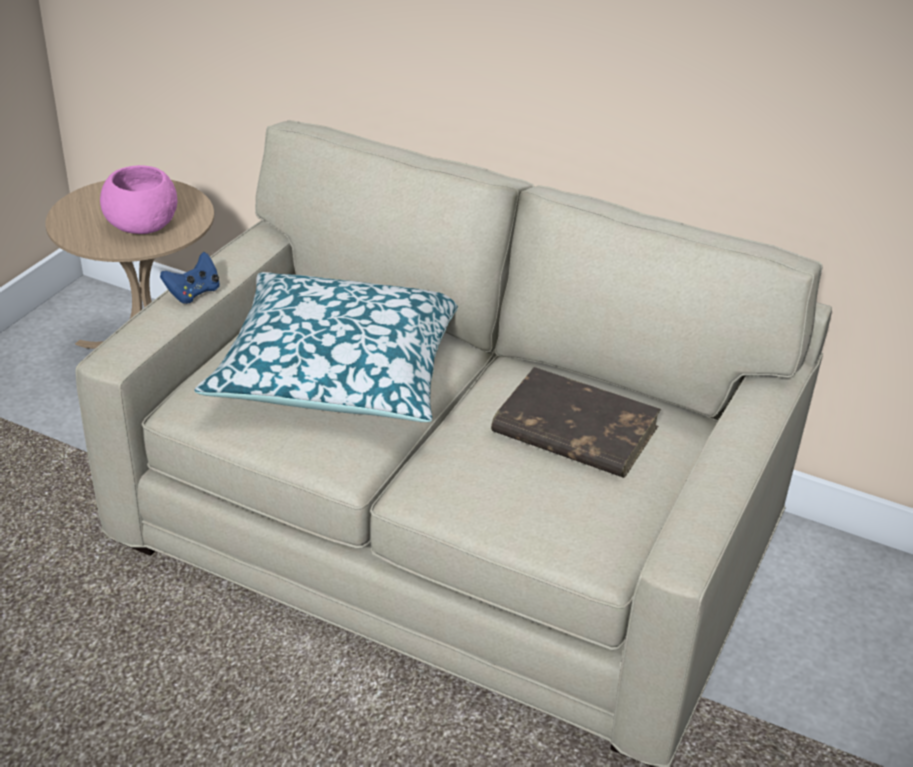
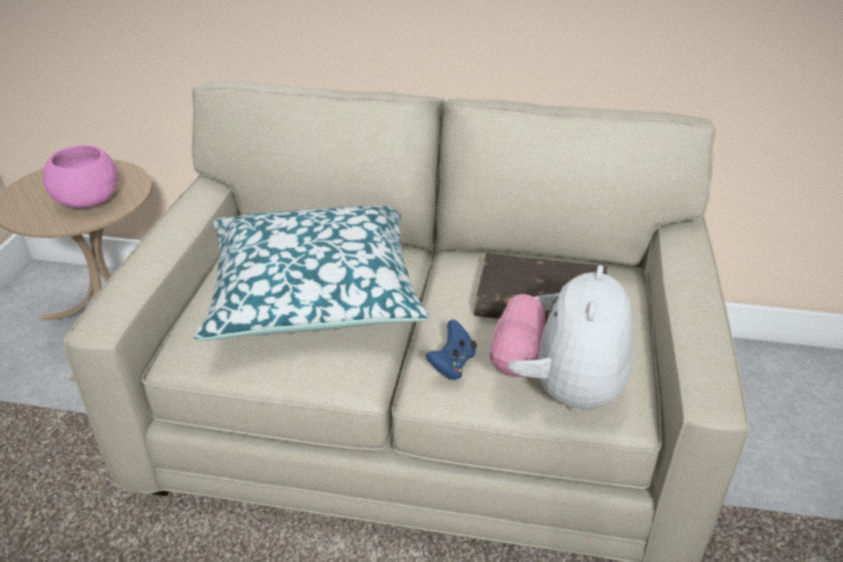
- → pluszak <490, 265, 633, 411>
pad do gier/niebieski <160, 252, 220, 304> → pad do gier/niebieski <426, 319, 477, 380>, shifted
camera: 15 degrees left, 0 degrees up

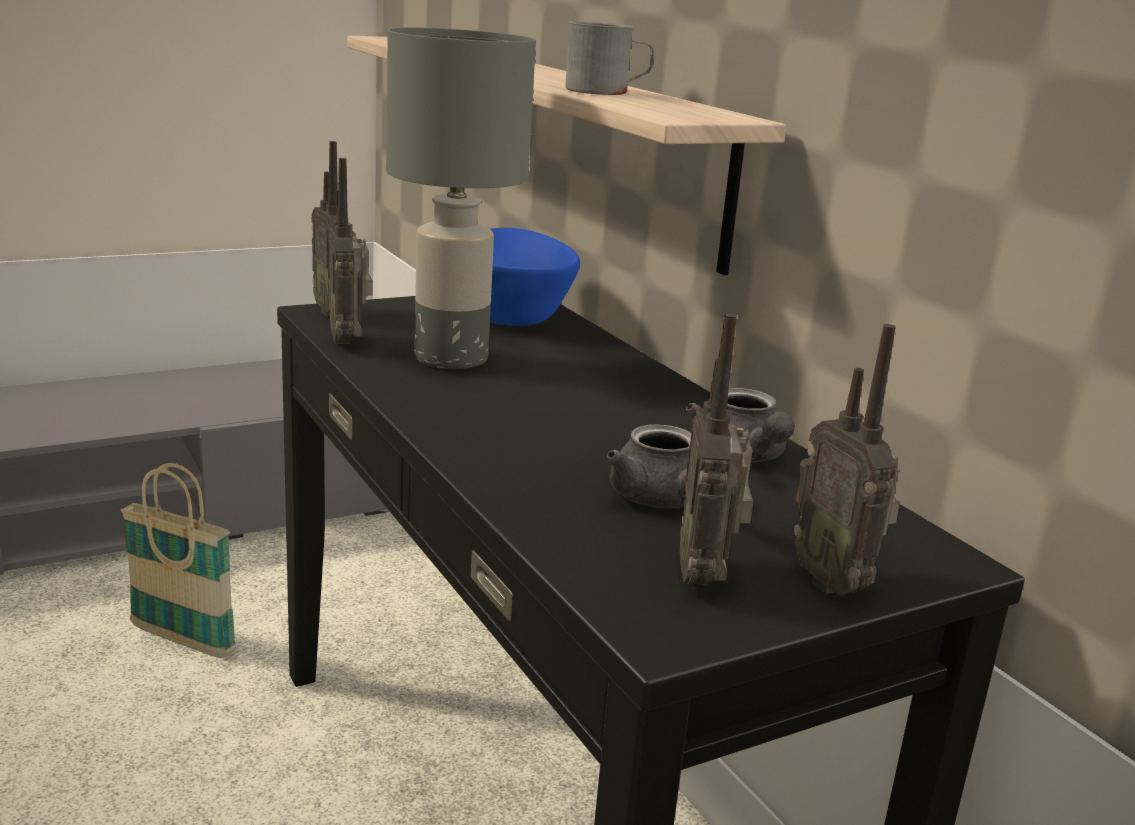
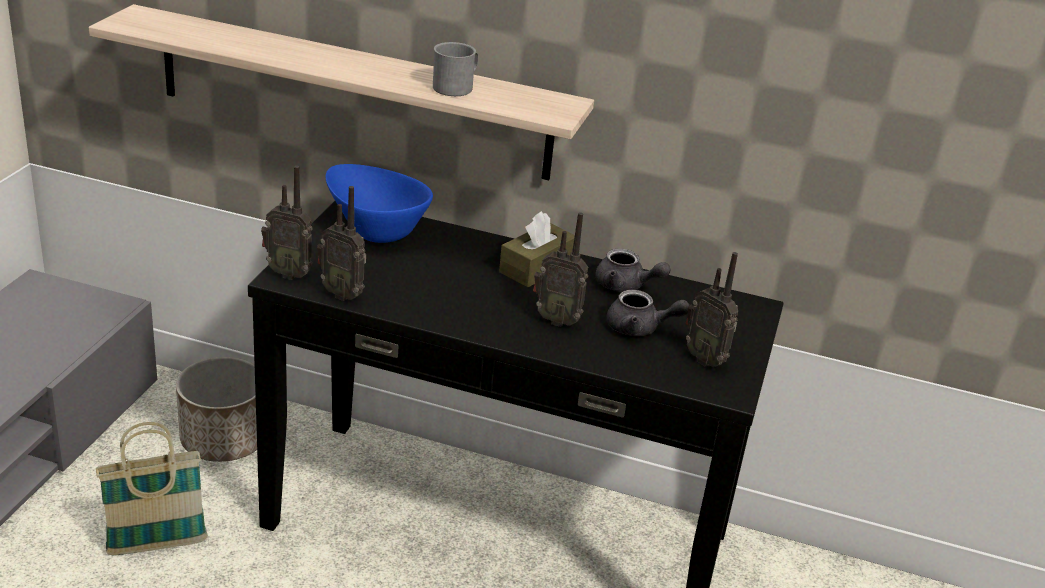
lampa stołowa/szary <386, 27, 536, 369> → -
- → donica <176, 357, 257, 462>
- → pudełko chusteczek/brązowy <499, 211, 575, 287>
radio <794, 324, 900, 596> → radio <533, 213, 588, 327>, shifted
camera: 45 degrees left, 10 degrees up

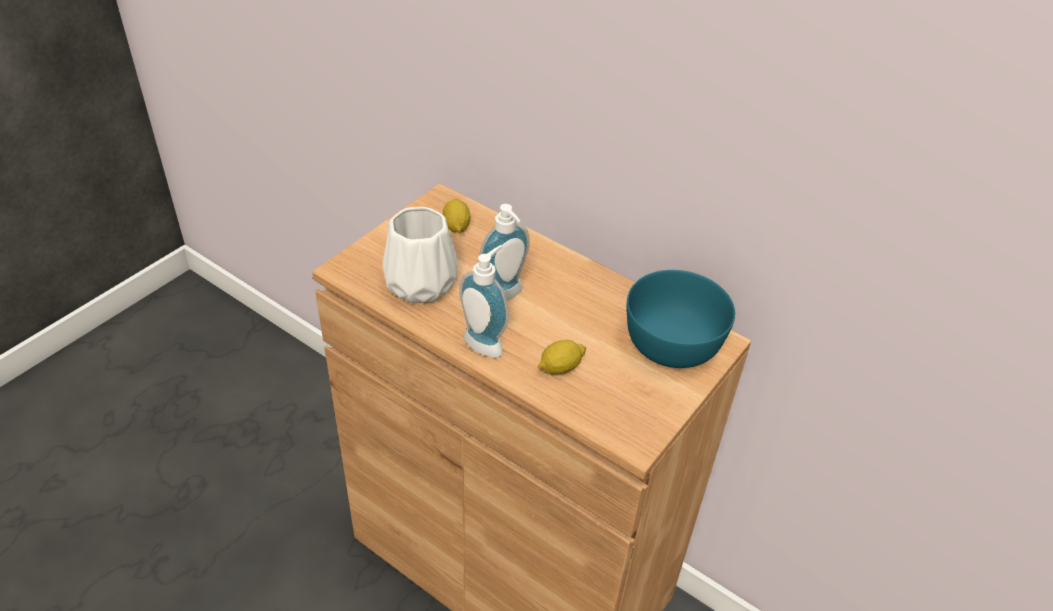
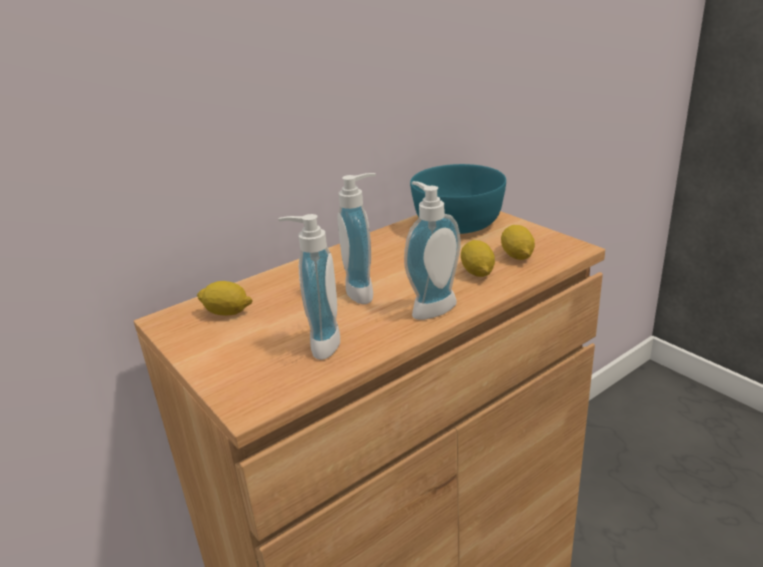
- → cytryna <501, 225, 535, 260>
wazon/biały <382, 207, 458, 303> → dozownik mydła <278, 214, 340, 360>
camera: 70 degrees left, 15 degrees down

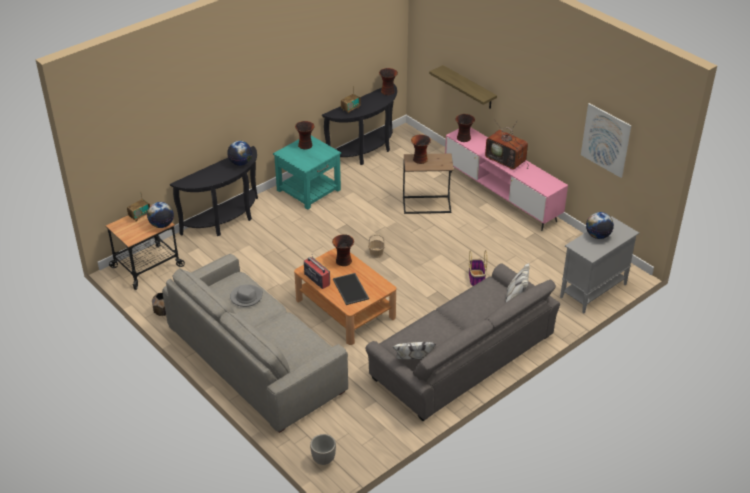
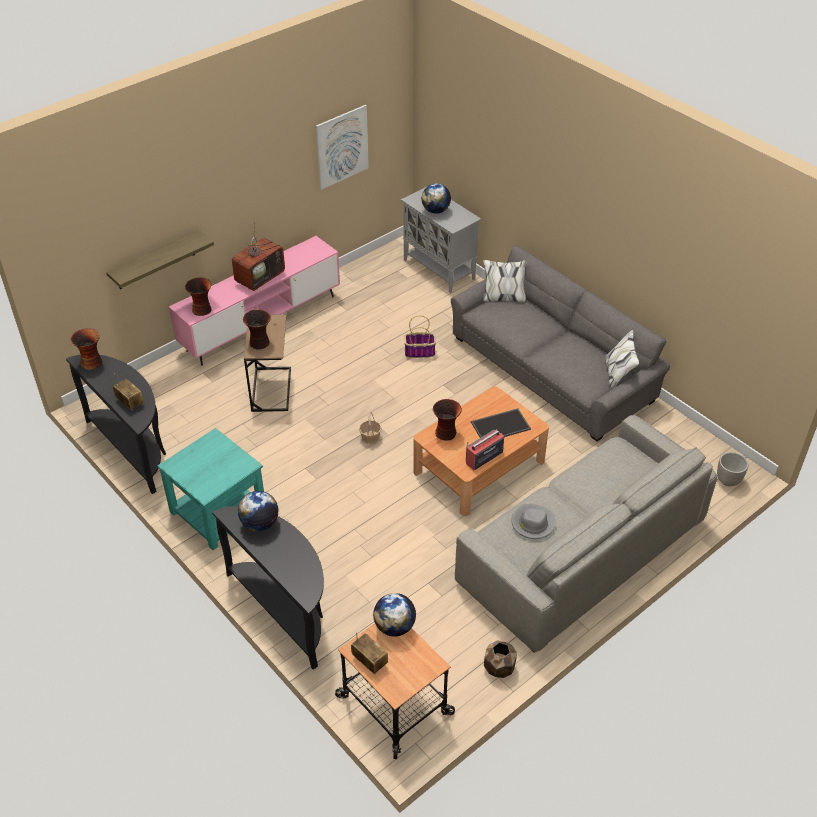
wazon <295, 121, 315, 149> → -
camera: 90 degrees left, 5 degrees up

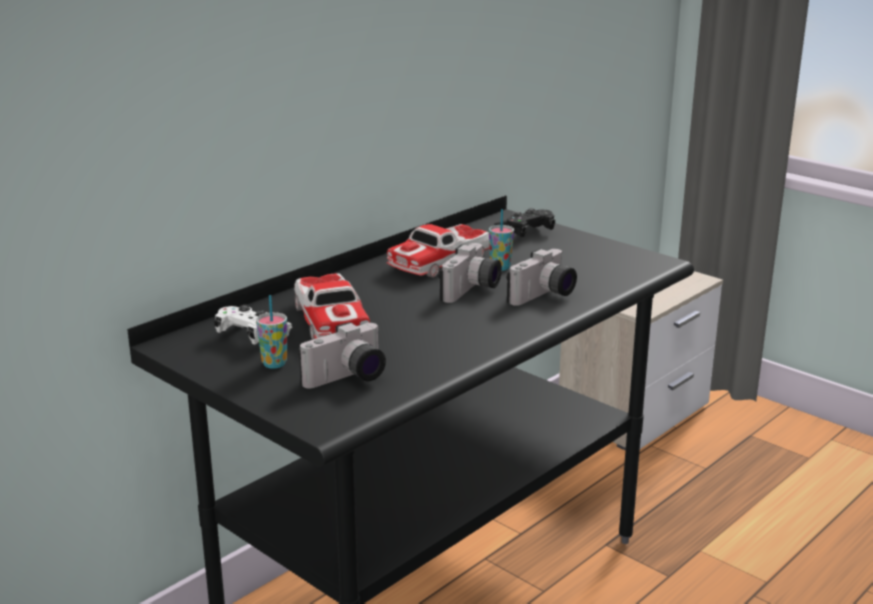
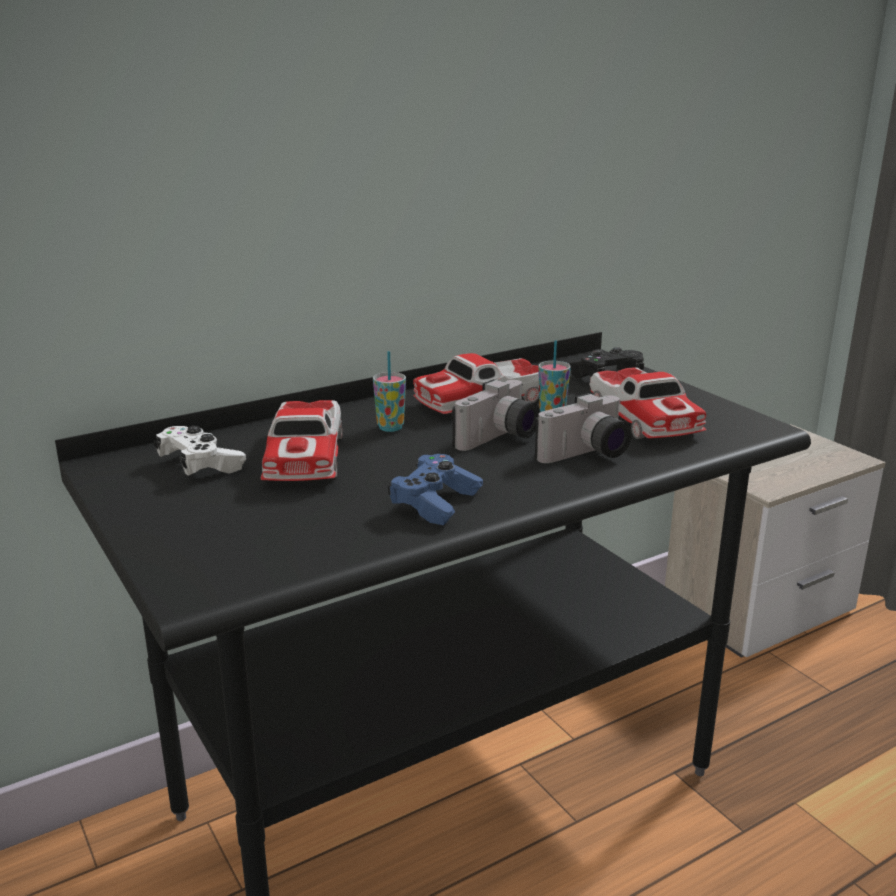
aparat fotograficzny <299, 322, 386, 389> → -
- → pad do gier/niebieski <388, 454, 483, 525>
- → samochodzik <589, 367, 707, 439>
filiżanka <256, 295, 287, 369> → filiżanka <373, 351, 406, 432>, shifted
camera: 15 degrees right, 0 degrees up

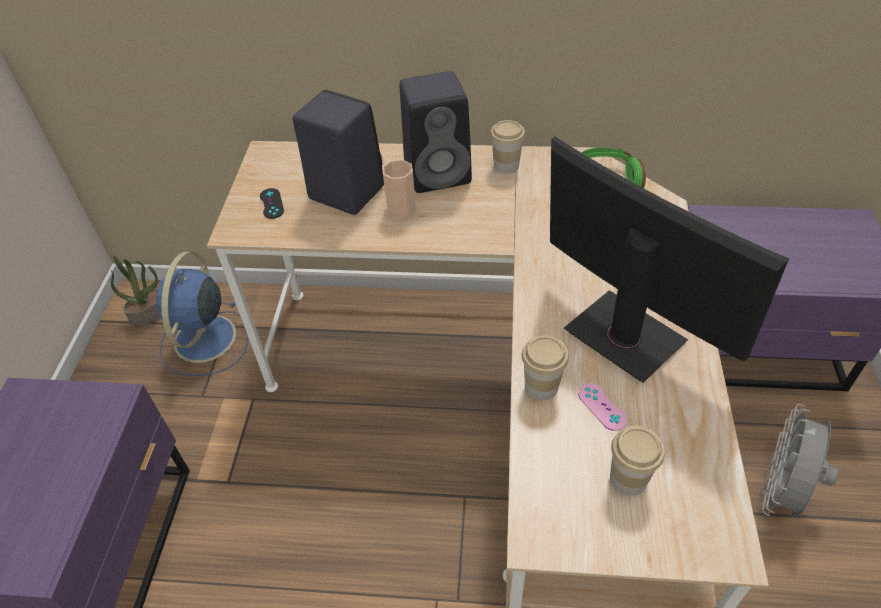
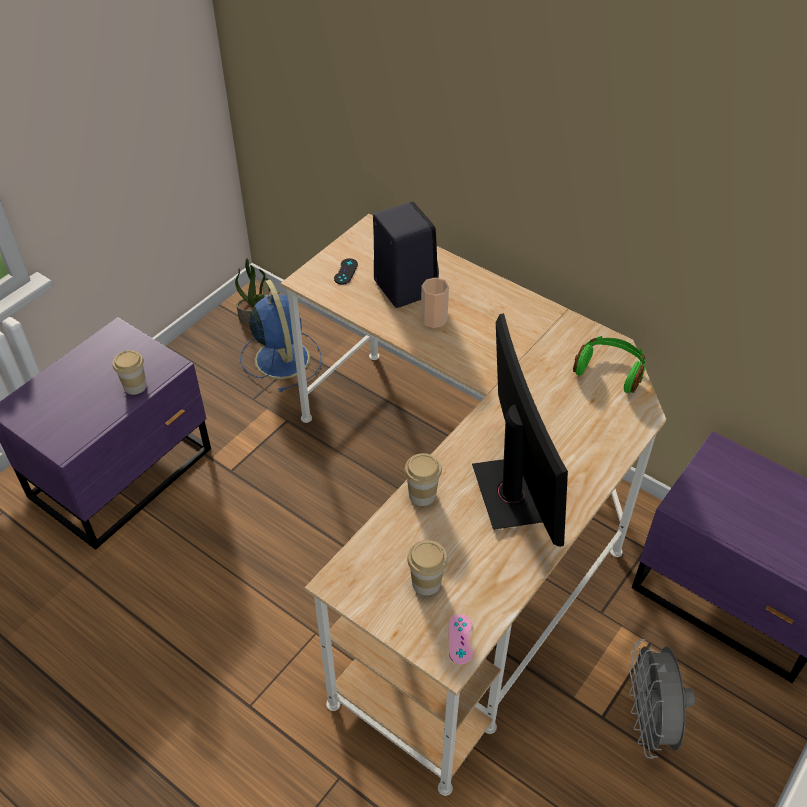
głośnik/czarny <400, 71, 472, 193> → -
filiżanka <490, 120, 525, 174> → filiżanka <113, 350, 147, 395>, shifted
pad do gier/różowy <578, 383, 628, 431> → pad do gier/różowy <449, 614, 473, 664>, shifted
wentylator/niebieski <156, 252, 248, 376> → wentylator/niebieski <240, 280, 321, 392>, 120 degrees clockwise
wentylator/szary <760, 404, 839, 518> → wentylator/szary <629, 639, 695, 758>, 60 degrees counterclockwise
camera: 30 degrees right, 0 degrees up

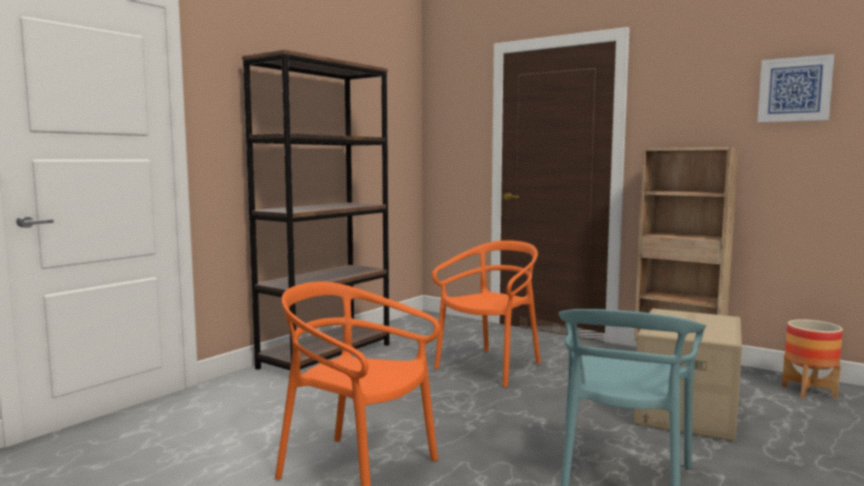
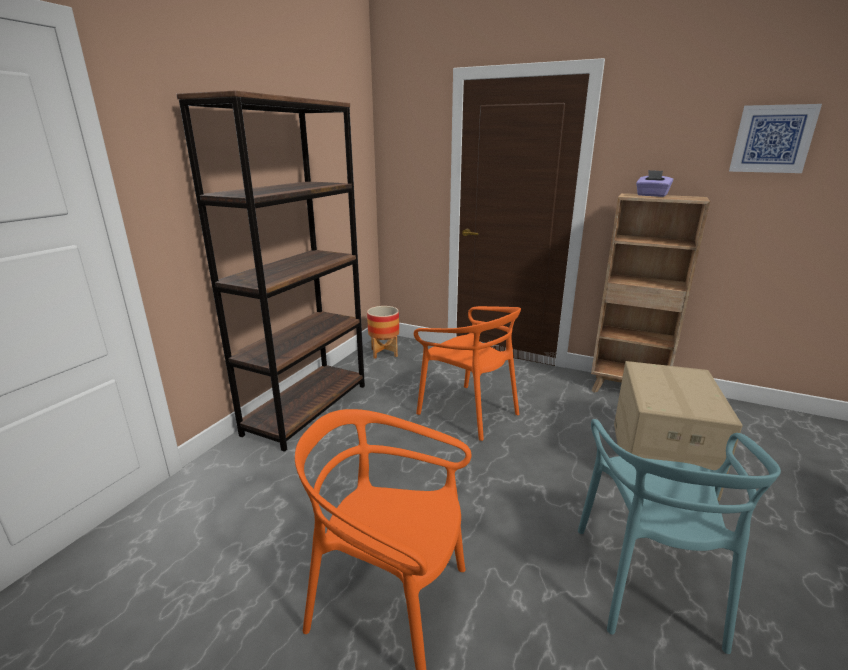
- → pudełko chusteczek/fioletowy <636, 170, 673, 197>
donica <782, 319, 843, 399> → donica <367, 306, 399, 359>, shifted
krzesło/pomarańczowy <432, 240, 541, 387> → krzesło/pomarańczowy <414, 306, 521, 441>, 105 degrees clockwise
camera: 10 degrees left, 15 degrees up

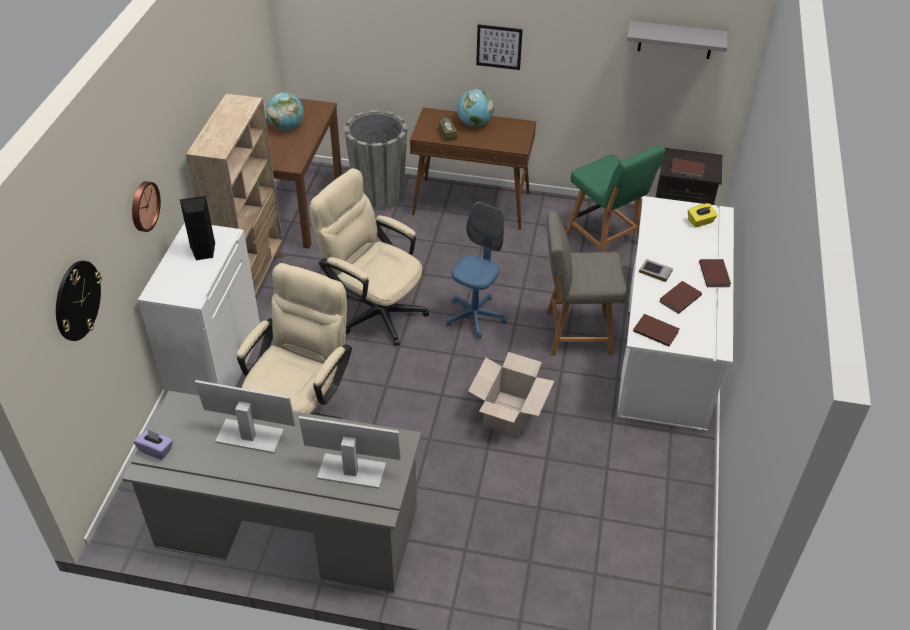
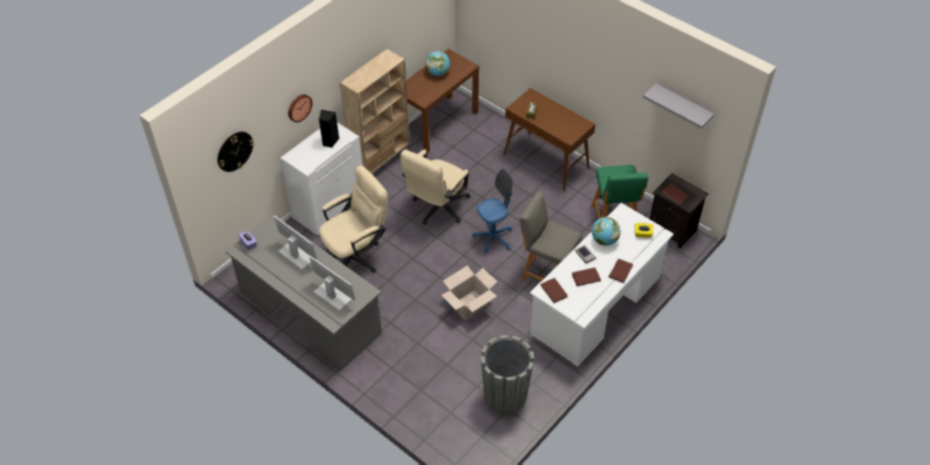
obraz <476, 24, 523, 70> → -
donica/szary <344, 110, 407, 211> → donica/szary <480, 335, 534, 414>, shifted
globus <457, 89, 494, 127> → globus <592, 217, 621, 246>, shifted
krzesło biurowe/beżowy <310, 168, 429, 346> → krzesło biurowe/beżowy <400, 150, 471, 225>, 120 degrees counterclockwise
camera: 30 degrees right, 5 degrees up

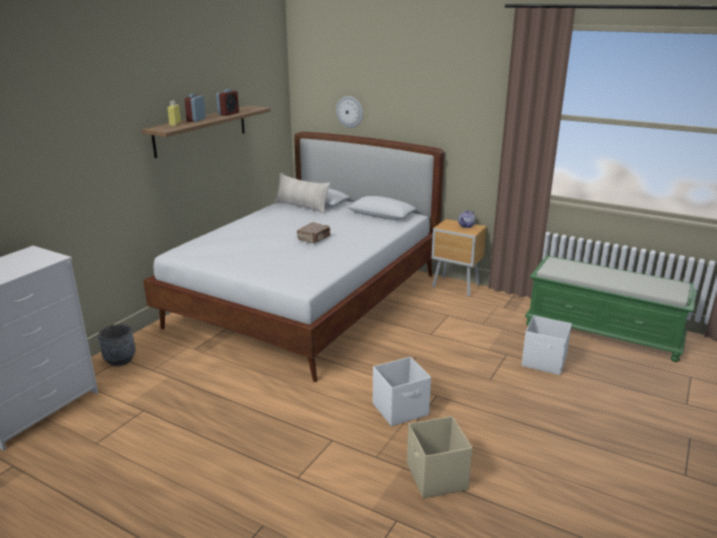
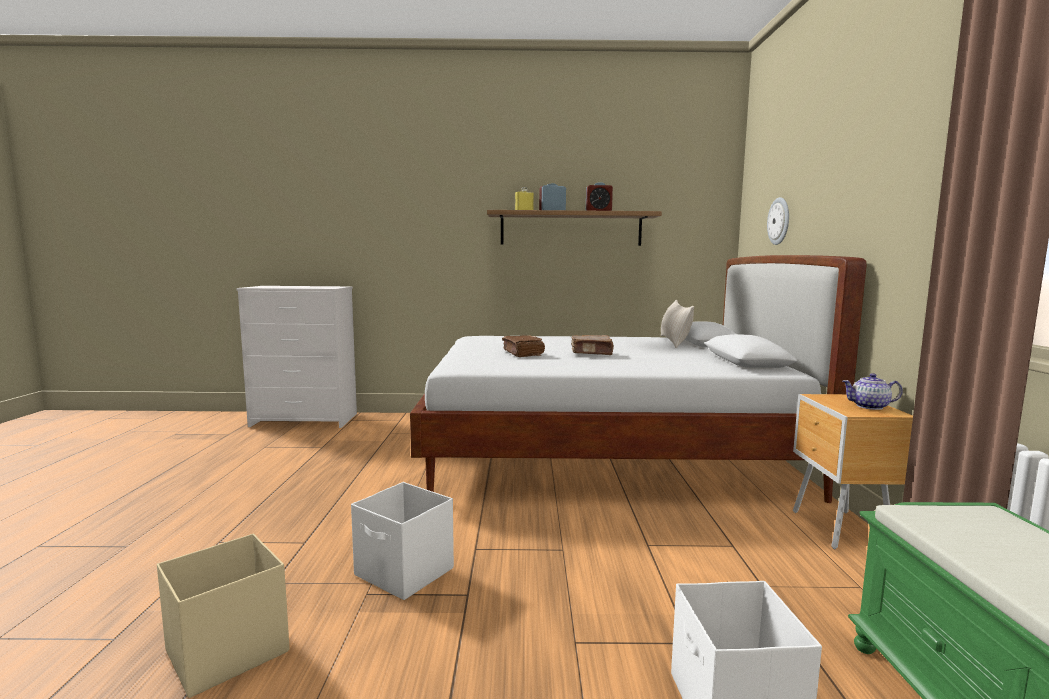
donica/szary <98, 324, 136, 366> → -
- → książka/brązowy <502, 335, 545, 357>
camera: 60 degrees right, 15 degrees down

